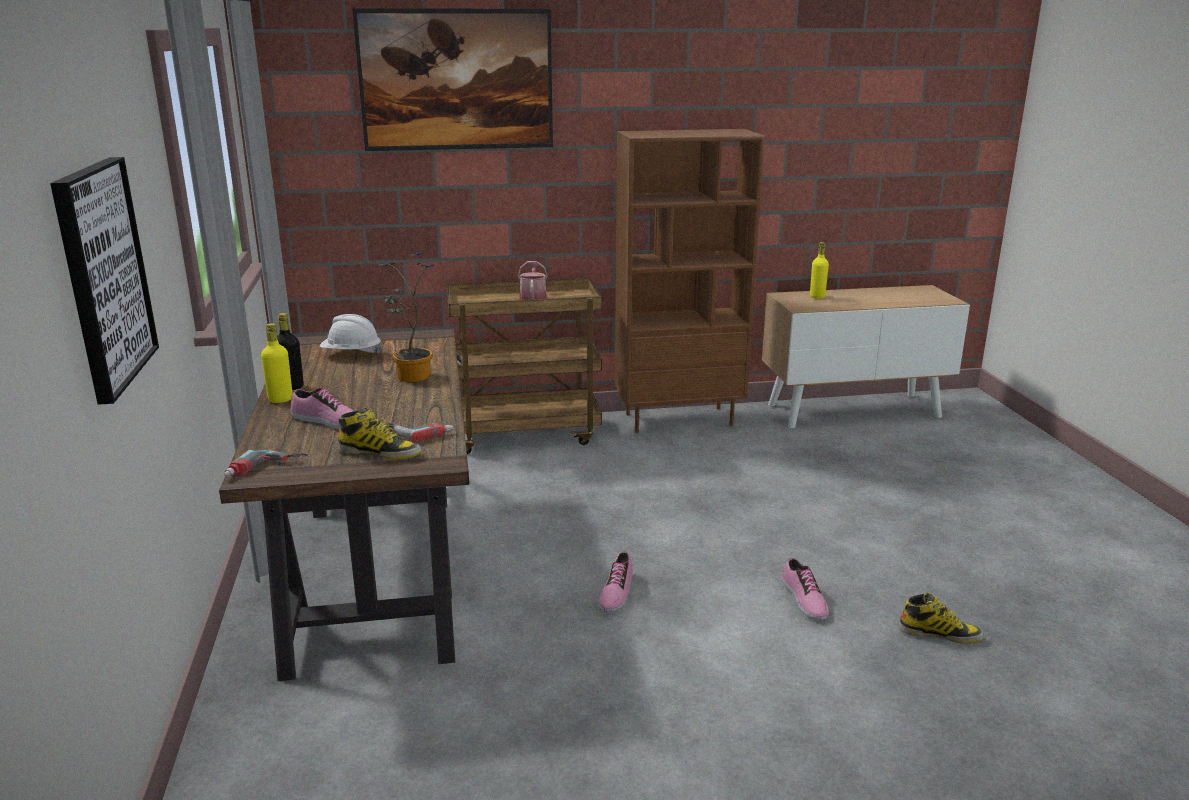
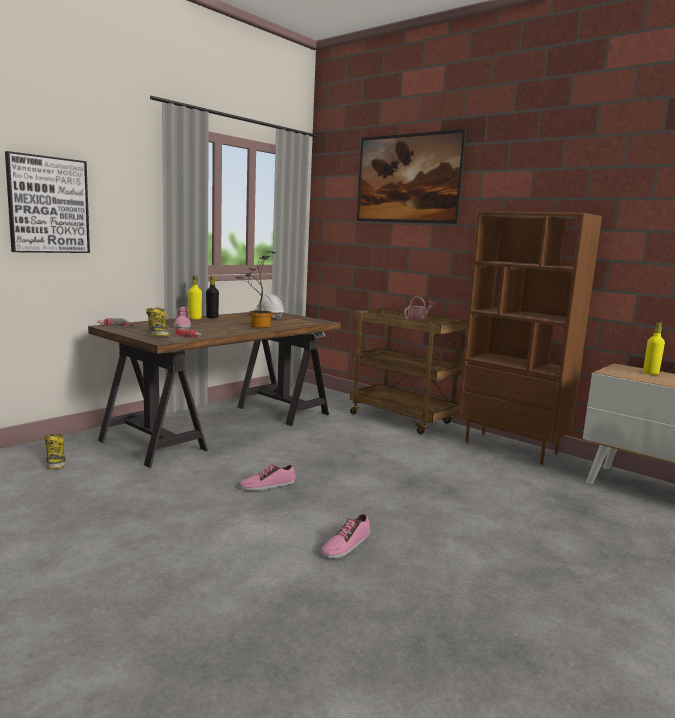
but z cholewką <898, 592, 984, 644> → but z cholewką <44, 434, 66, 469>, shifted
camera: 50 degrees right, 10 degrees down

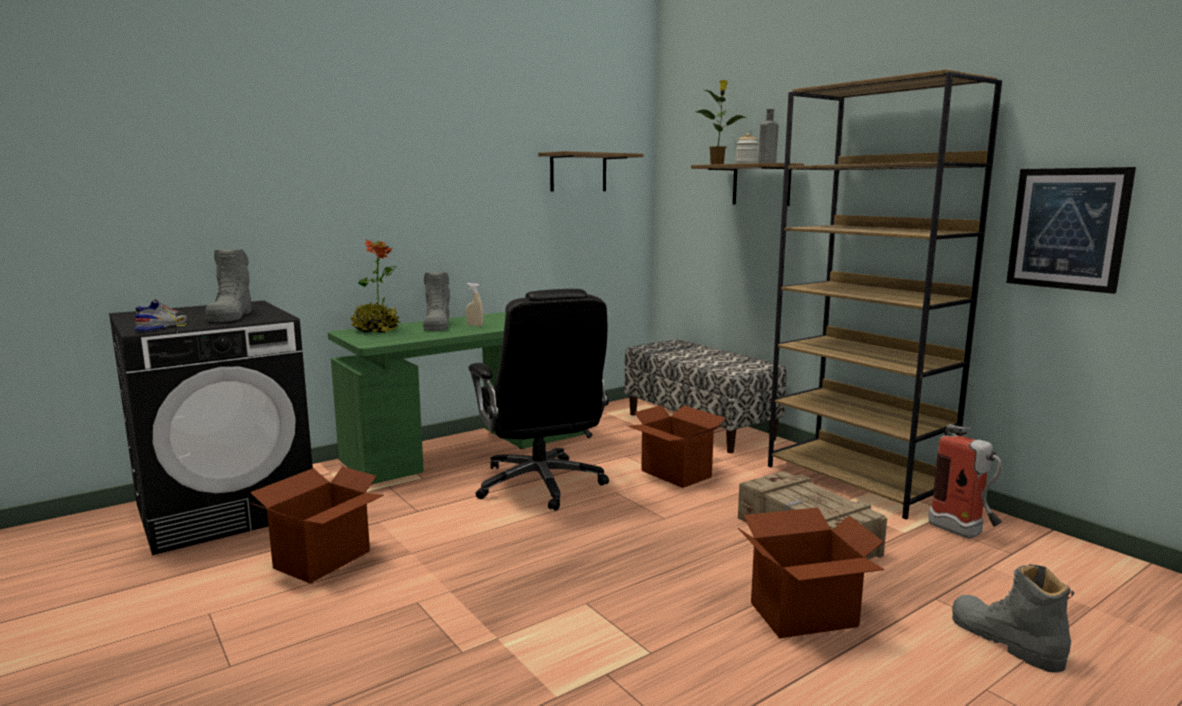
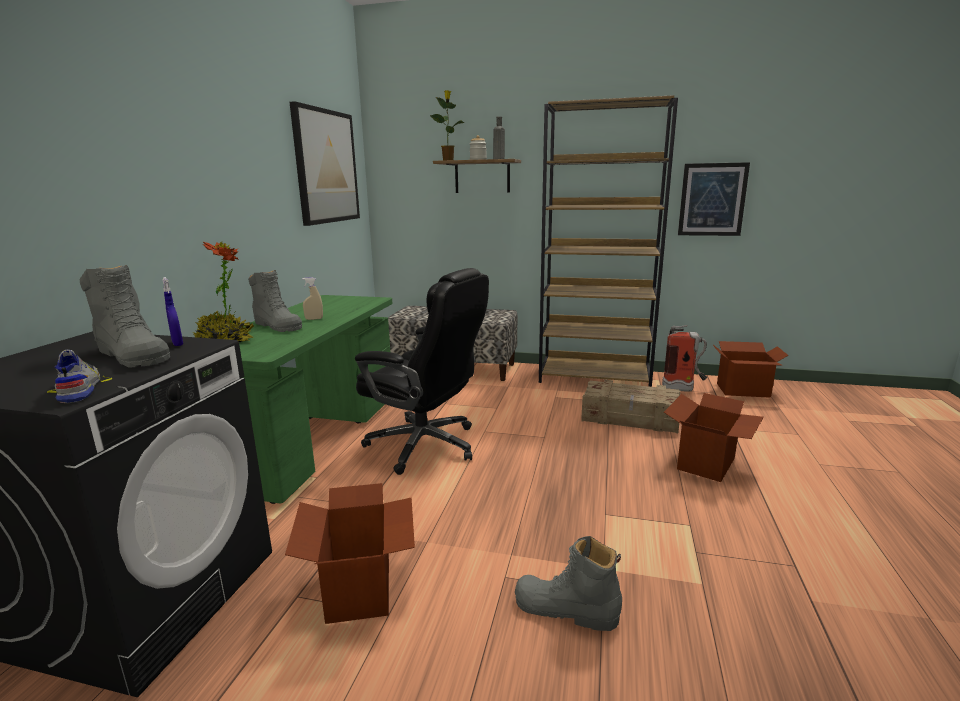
- → spryskiwacz/niebieski <163, 277, 183, 346>
karton <628, 405, 726, 488> → karton <712, 341, 789, 398>, shifted
but z cholewką/szary <952, 564, 1074, 673> → but z cholewką/szary <515, 536, 622, 631>, shifted
półka <538, 151, 644, 191> → obraz <290, 101, 360, 226>
camera: 40 degrees left, 5 degrees up

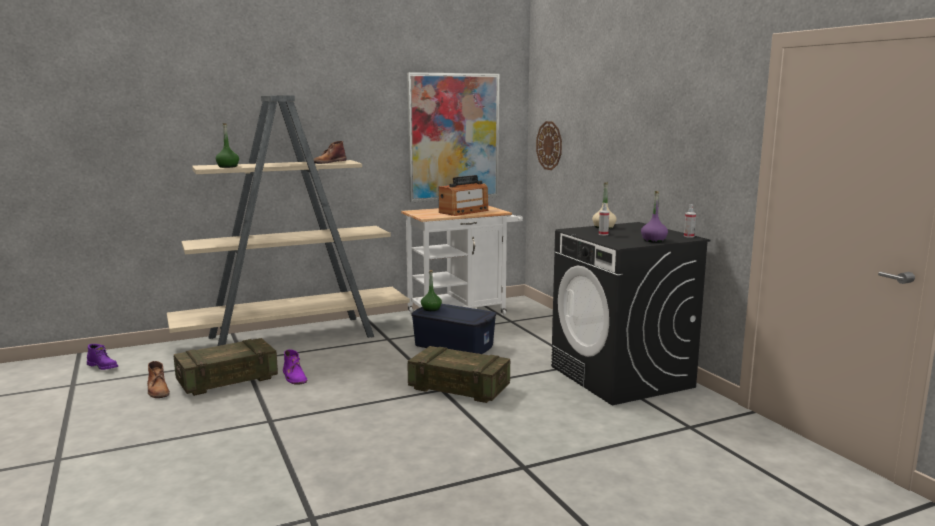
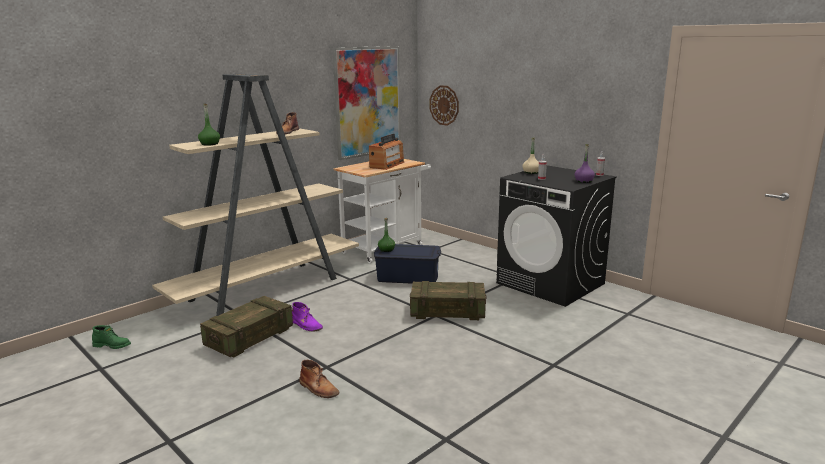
but z cholewką/brązowy <147, 361, 170, 398> → but z cholewką/brązowy <299, 360, 339, 398>, shifted
but z cholewką/fioletowy <87, 344, 118, 370> → but z cholewką/zielony <92, 325, 131, 349>
camera: 20 degrees left, 5 degrees up

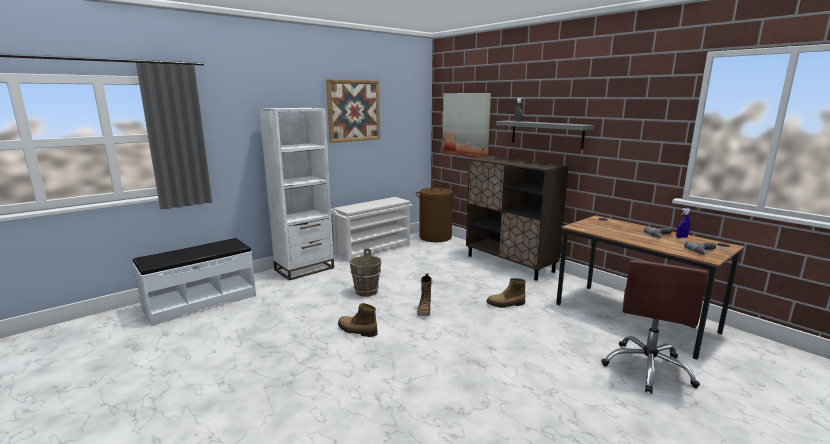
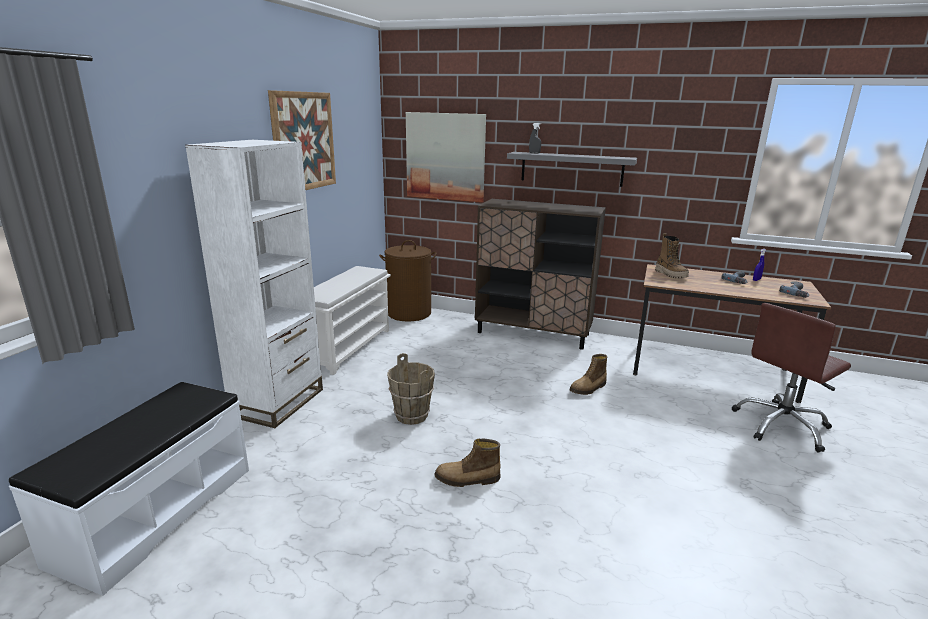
but z cholewką <417, 273, 432, 316> → but z cholewką <655, 233, 689, 278>, shifted
krzesło biurowe/brązowy <601, 260, 708, 394> → krzesło biurowe/brązowy <732, 303, 851, 452>, 60 degrees clockwise
camera: 30 degrees left, 5 degrees up

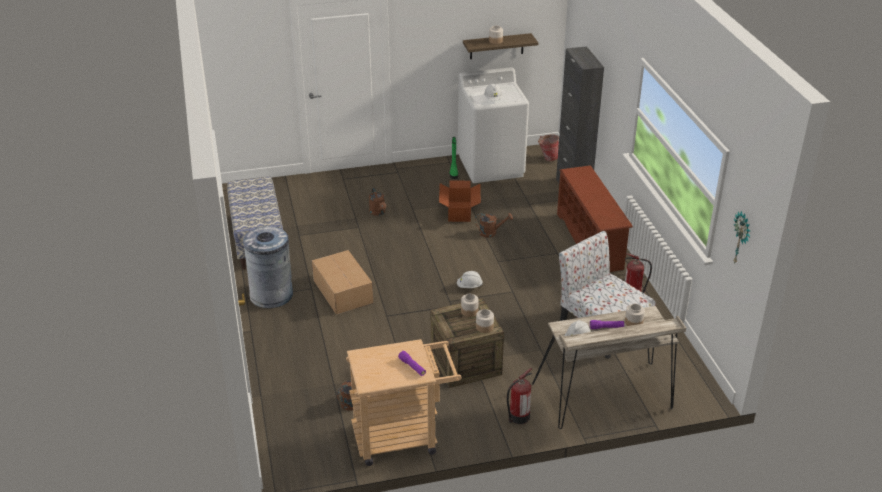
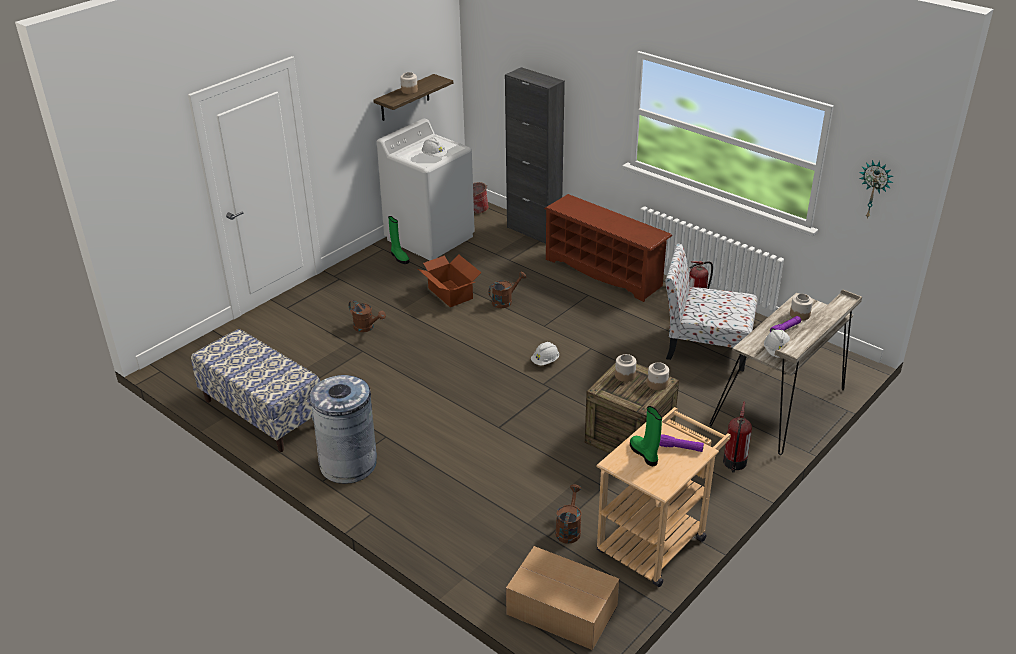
- → but z cholewką/zielony <630, 406, 662, 466>
karton <312, 250, 373, 315> → karton <506, 546, 619, 650>, shifted
camera: 35 degrees left, 0 degrees up

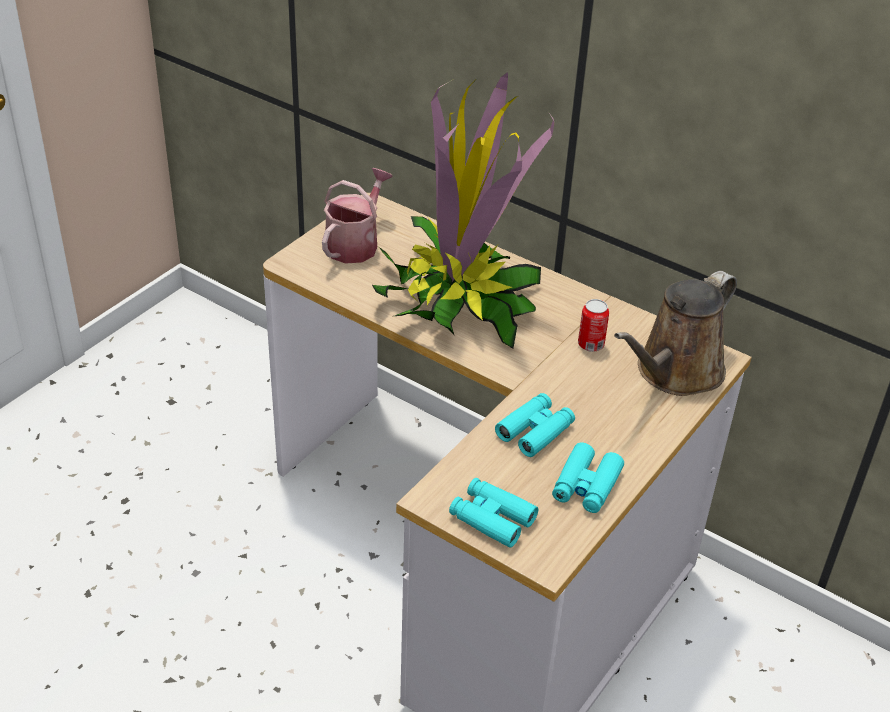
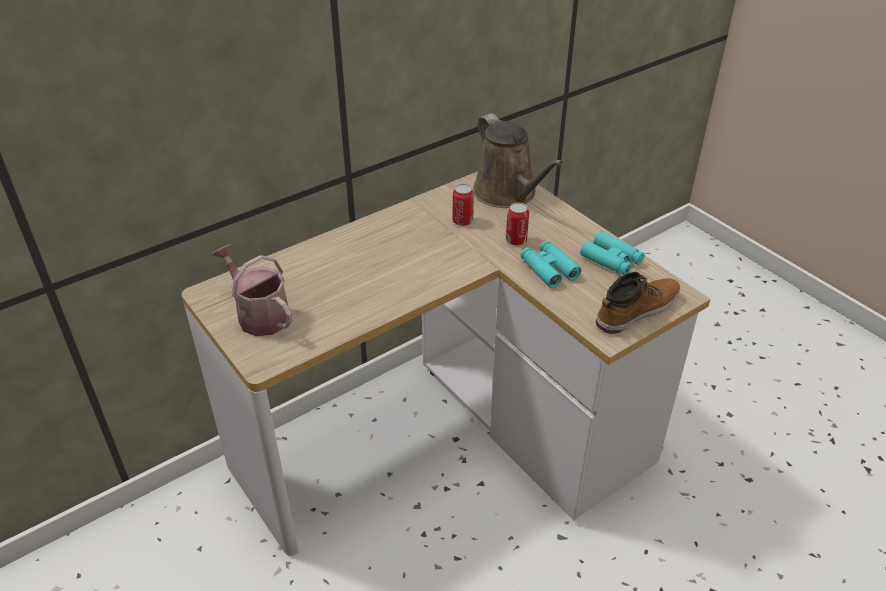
roślina doniczkowa <372, 72, 555, 348> → -
- → puszka <506, 202, 529, 246>
lornetka/turkusowy <449, 478, 538, 548> → but z cholewką <596, 271, 681, 334>
camera: 70 degrees left, 0 degrees up

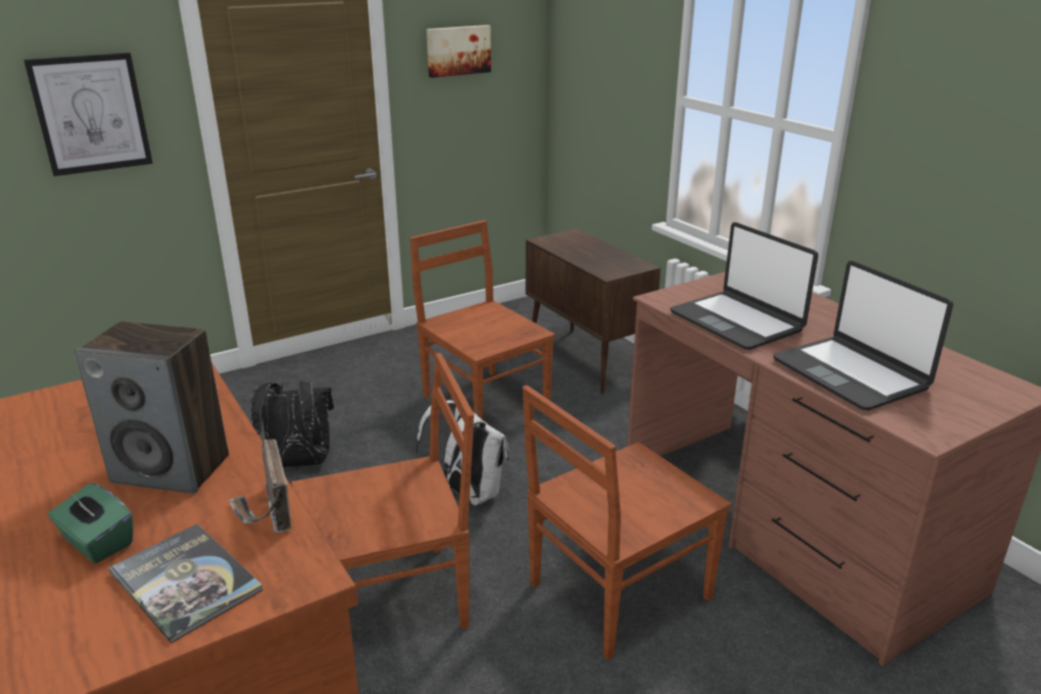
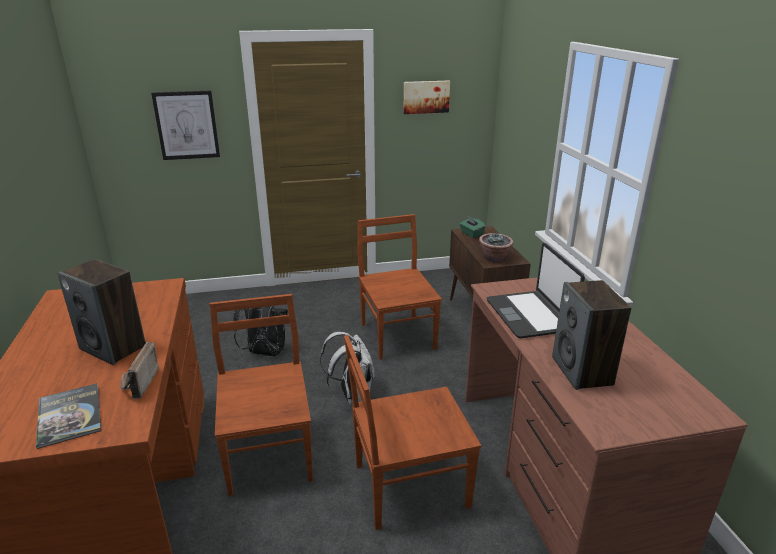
- → roślina doniczkowa <479, 233, 513, 263>
pudełko chusteczek/zielony <48, 483, 133, 563> → pudełko chusteczek/zielony <460, 216, 486, 238>, shifted
laptop <773, 261, 953, 410> → głośnik <552, 280, 631, 390>
krzesło/brązowy <292, 353, 474, 629> → krzesło/brązowy <210, 294, 313, 496>, 105 degrees counterclockwise
camera: 20 degrees right, 0 degrees up

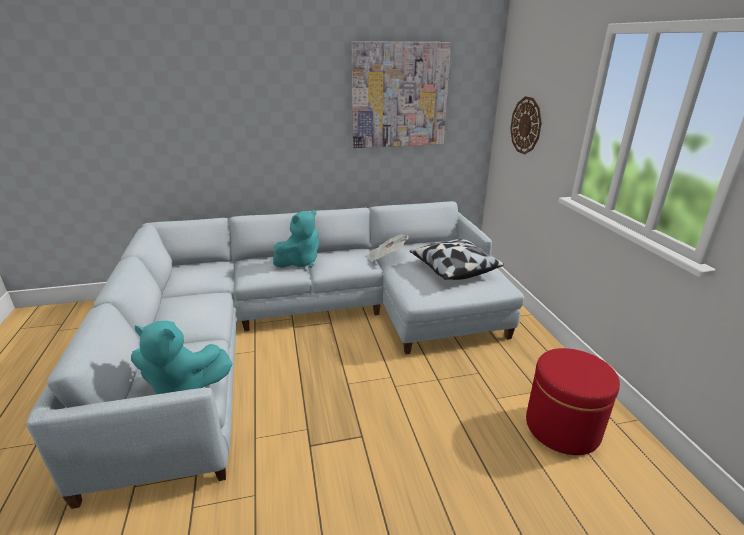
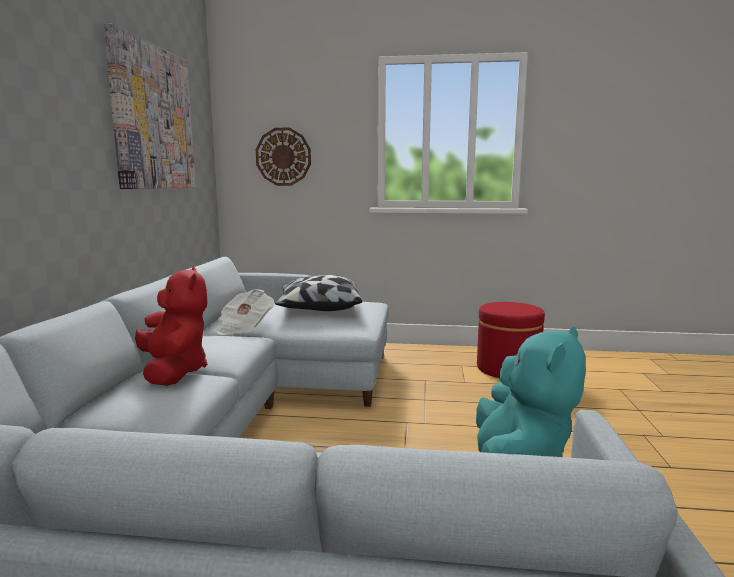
pluszak/turkusowy <273, 210, 319, 268> → pluszak/czerwony <135, 266, 208, 386>
camera: 70 degrees left, 15 degrees down

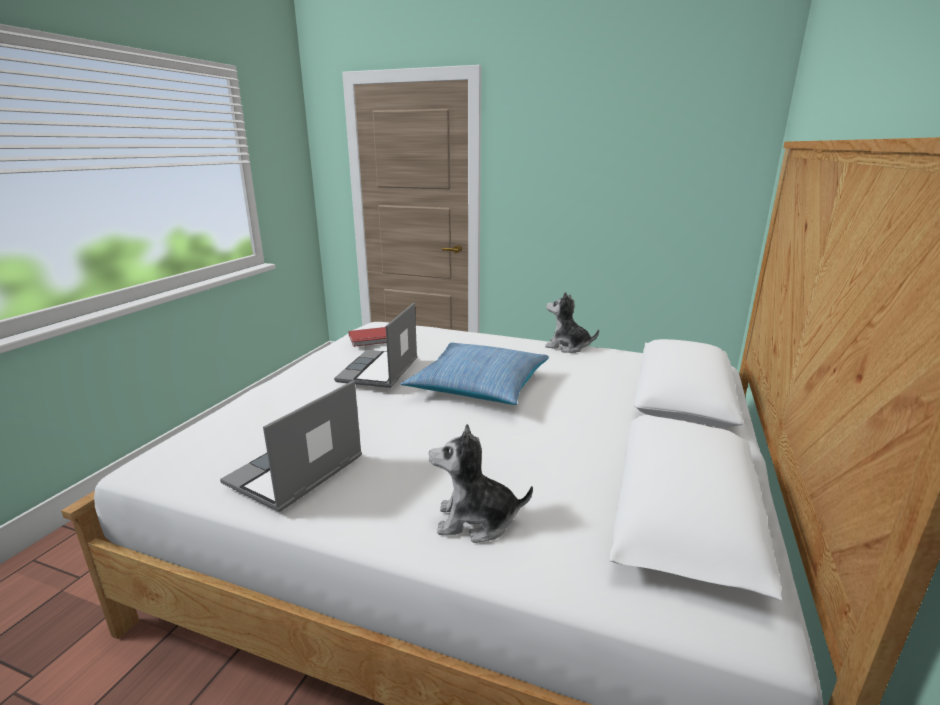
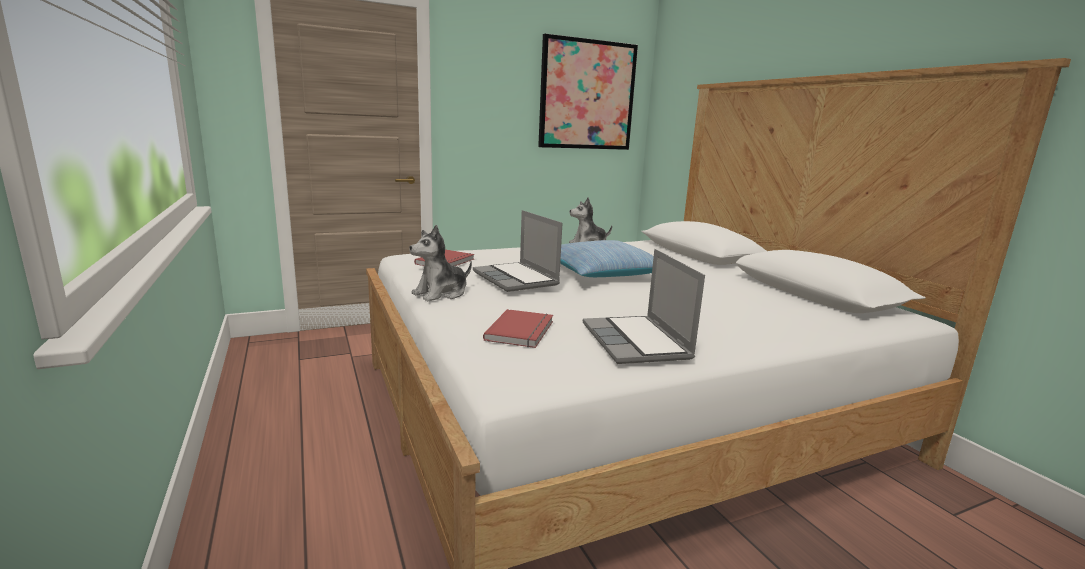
- → książka/czerwony <483, 309, 553, 348>
- → obraz <538, 33, 638, 150>
pluszak <429, 424, 533, 543> → pluszak <409, 225, 472, 302>, shifted
camera: 45 degrees left, 5 degrees down

